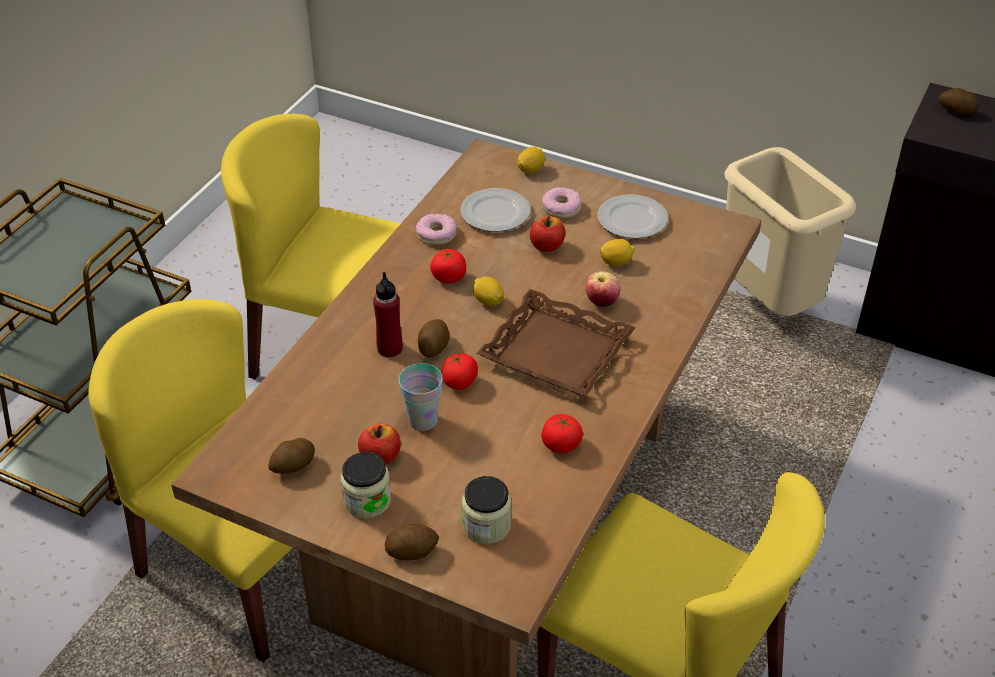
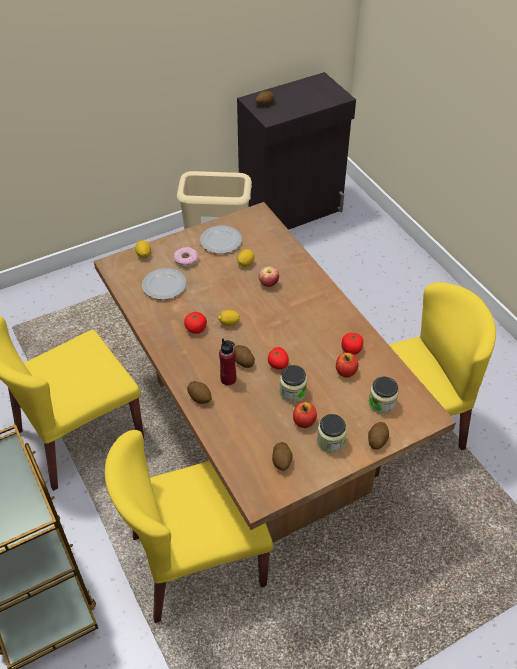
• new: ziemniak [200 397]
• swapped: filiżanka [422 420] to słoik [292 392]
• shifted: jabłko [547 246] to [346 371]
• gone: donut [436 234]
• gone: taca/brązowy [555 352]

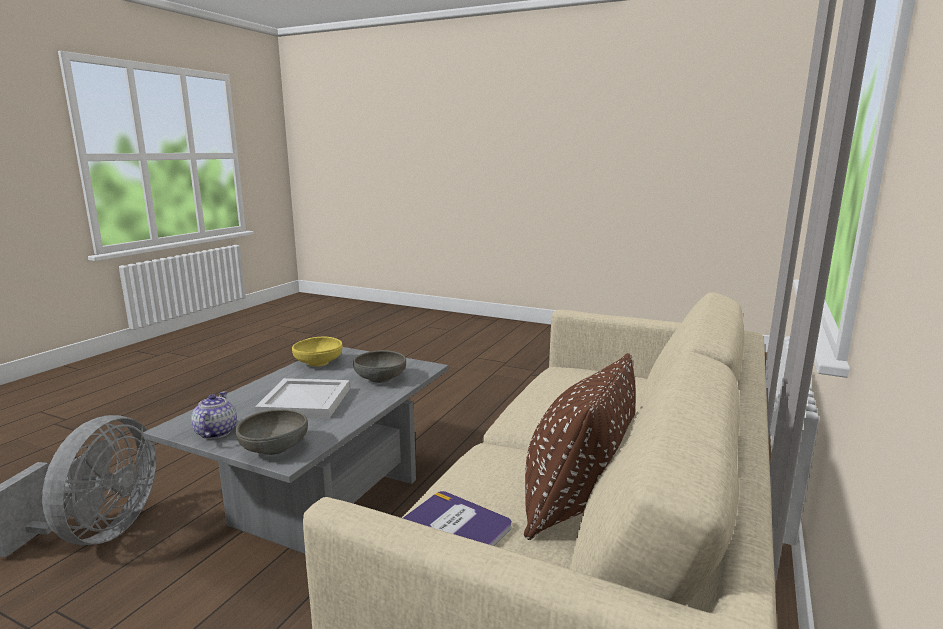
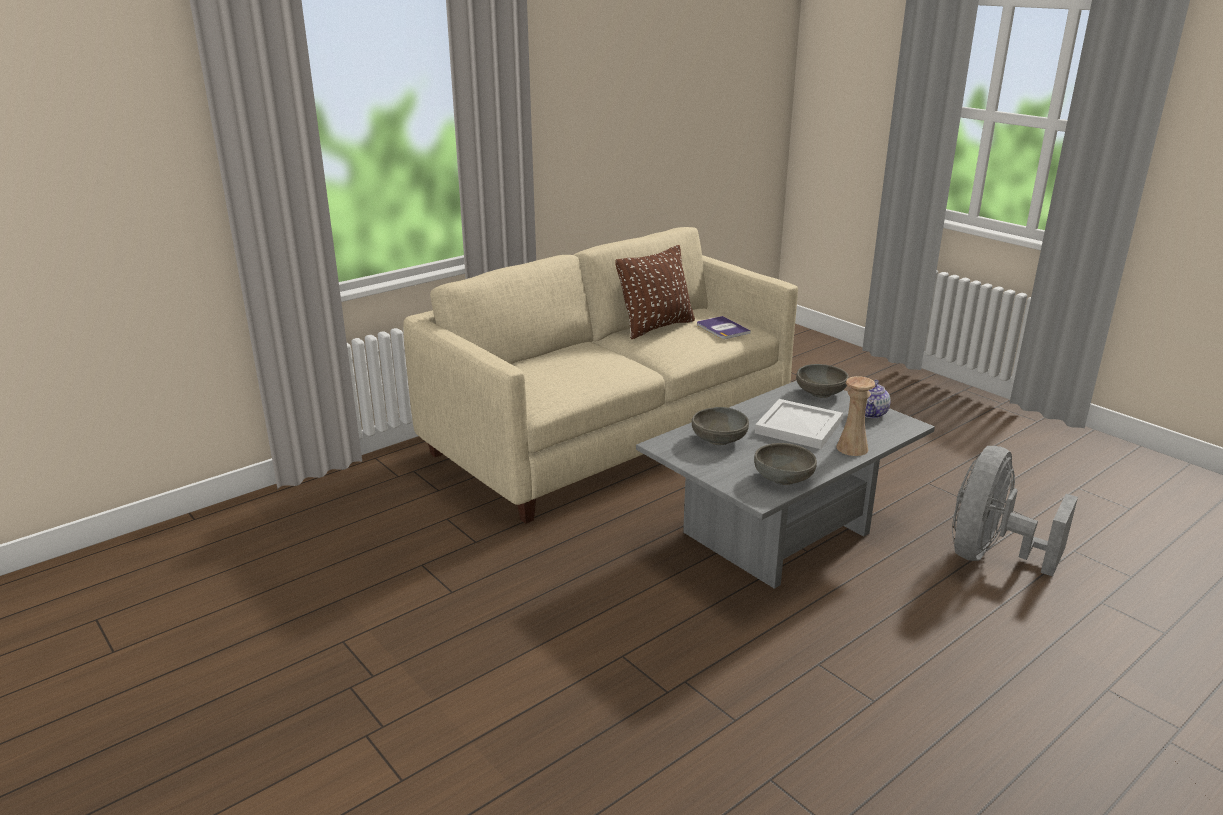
• repainted: miska/żółty [318 363] to miska/szary [783 478]
• new: wazon/beżowy [852 448]

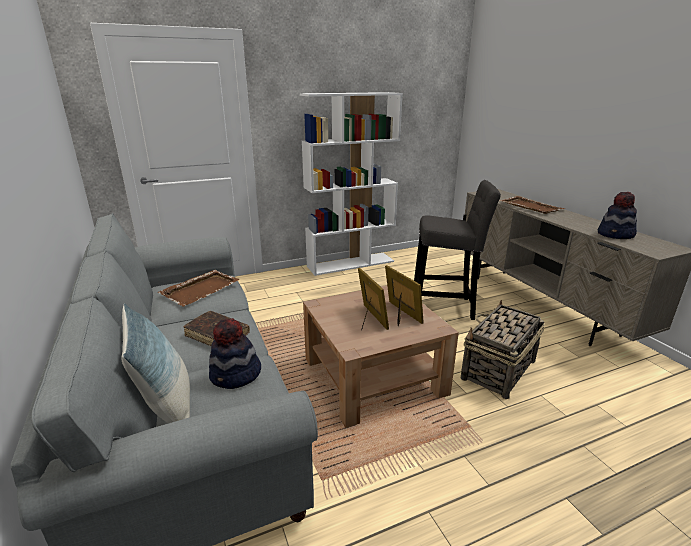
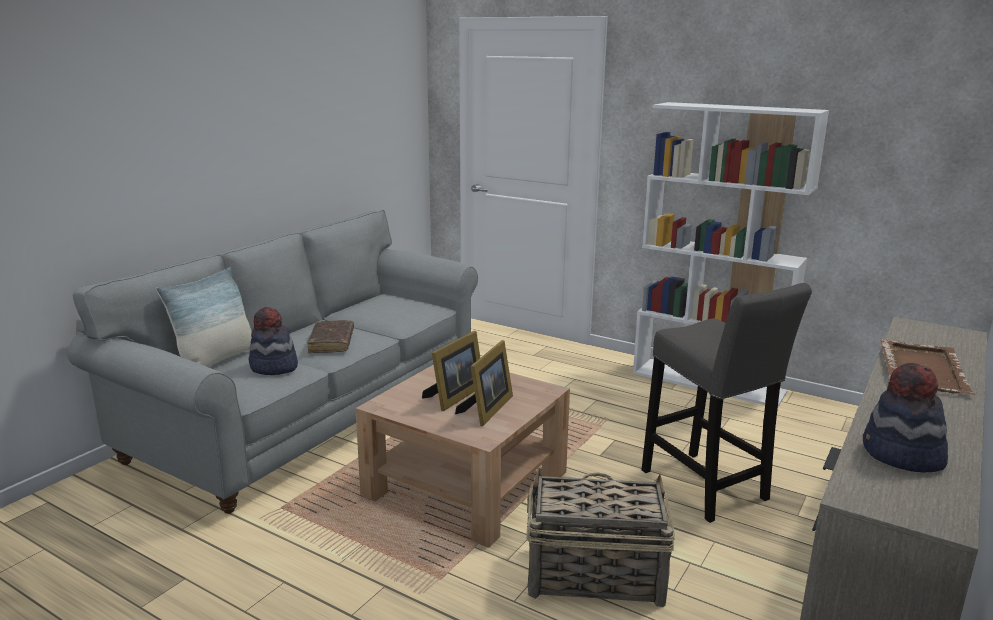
• gone: taca/brązowy [201 289]

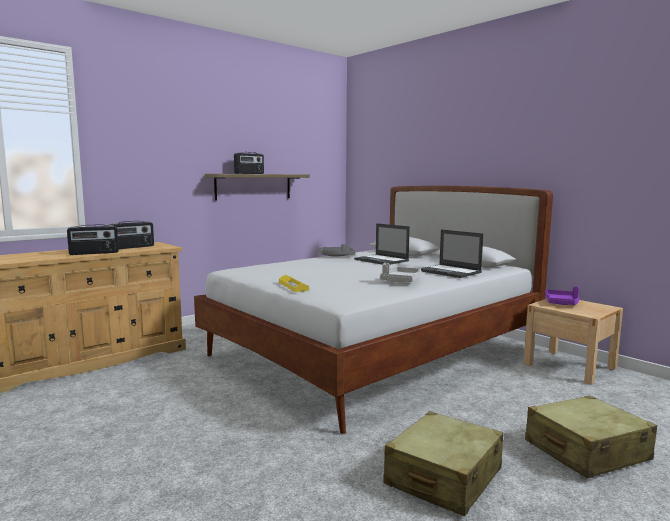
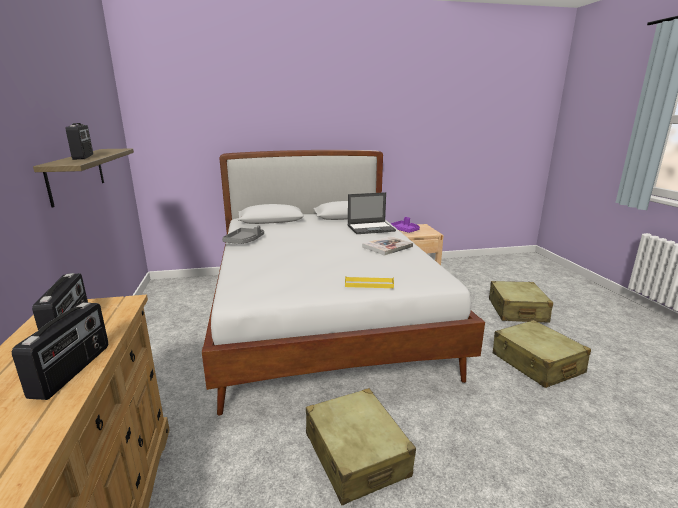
• new: walizka/beżowy [356 455]
• swapped: taca/szary [400 281] to książka [387 247]
• gone: laptop [382 260]

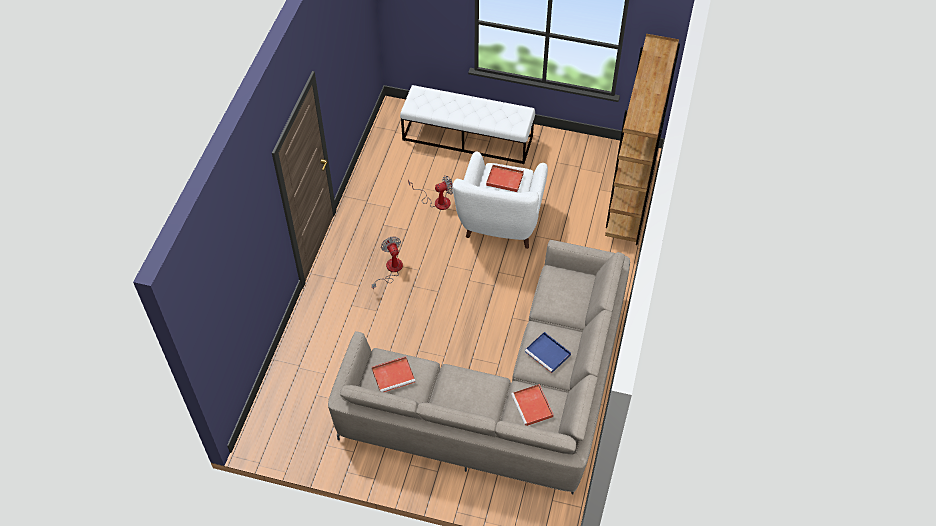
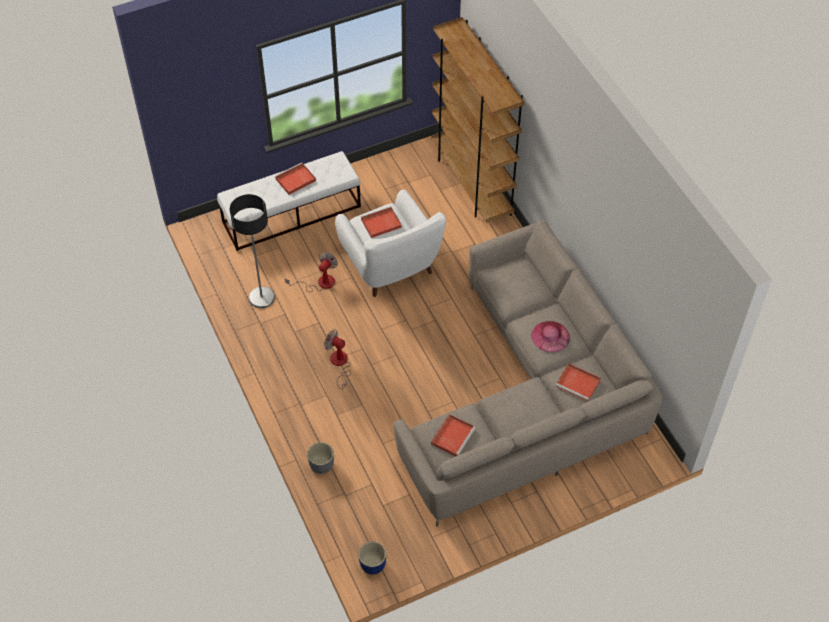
• new: lampa stojąca [262 297]
• new: taca/czerwony [295 180]
• new: donica/szary [321 465]
• new: donica/niebieski [372 564]
• swapped: taca/niebieski [548 354] to kapelusz/różowy [550 336]

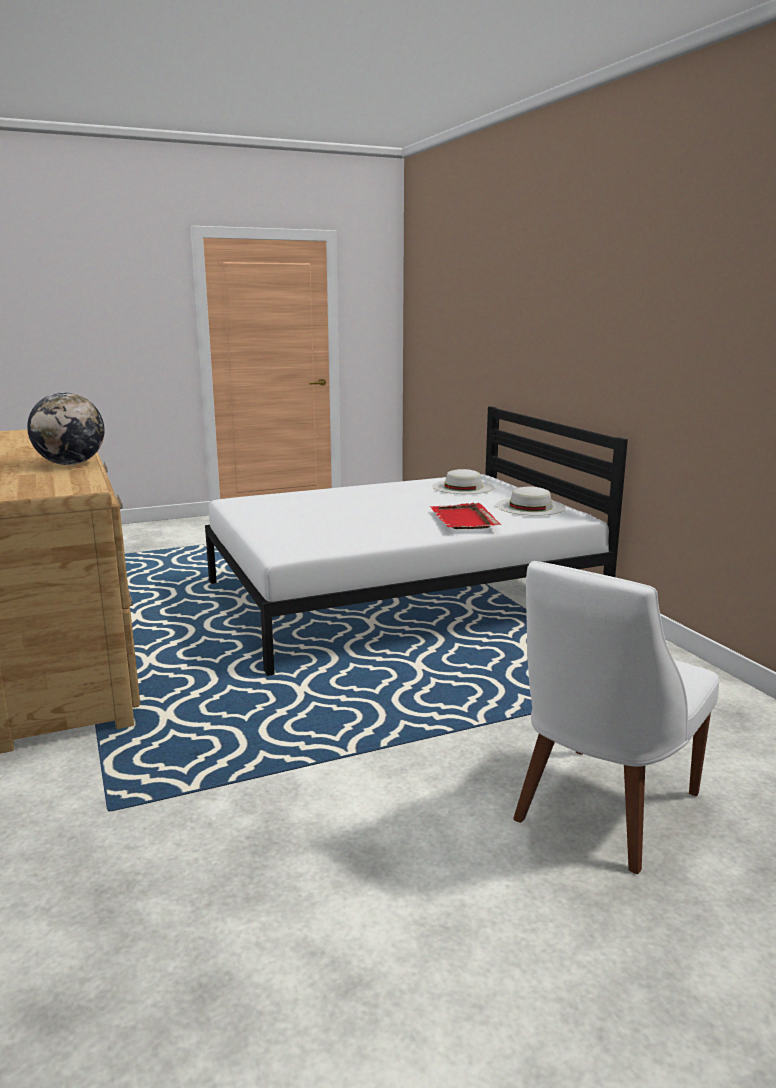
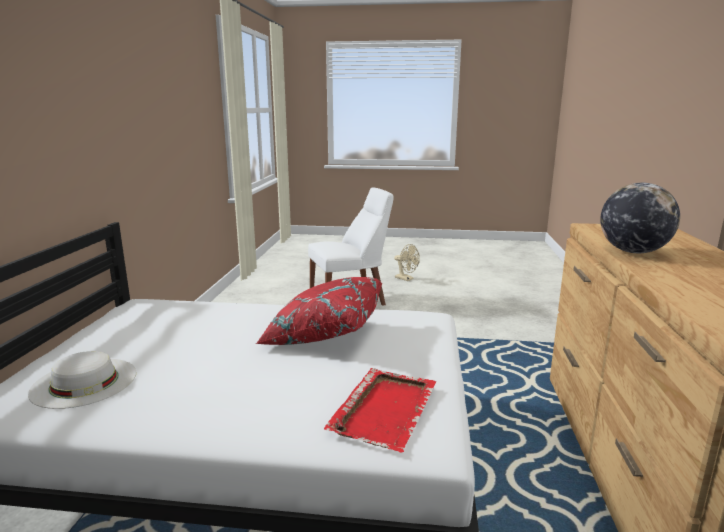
• new: poduszka/czerwony [323 334]
• shifted: taca/czerwony [464 519] to [385 409]
• new: wentylator/beżowy [406 279]
• gone: kapelusz/biały [530 506]

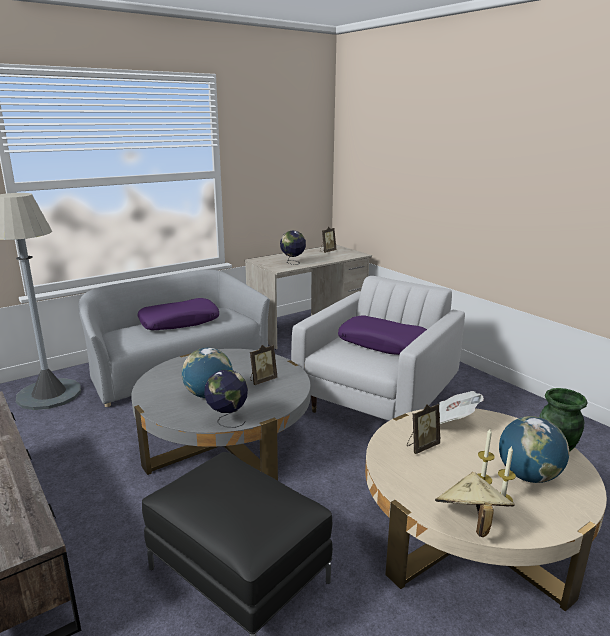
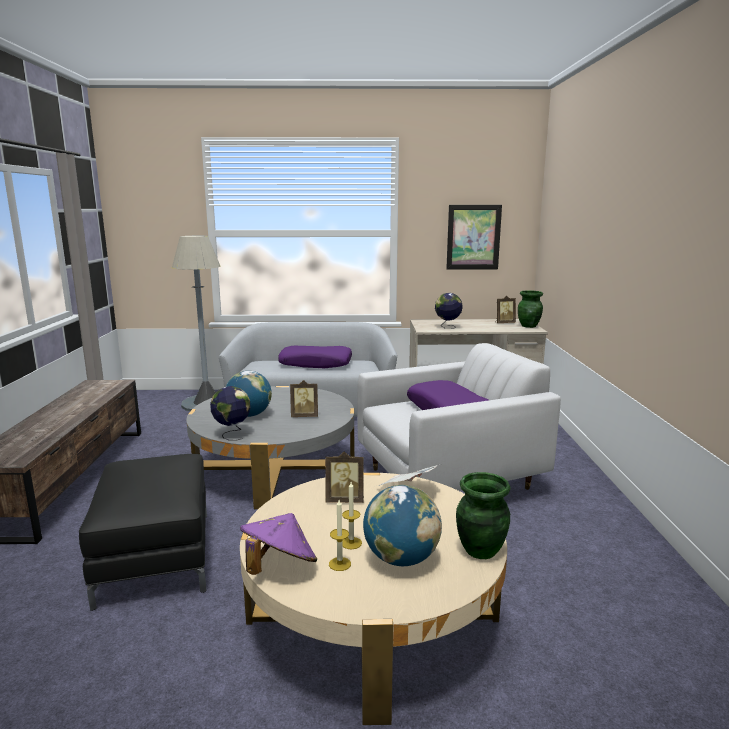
• repainted: kapelusz/beżowy [471 522] to kapelusz/fioletowy [279 566]
• new: obraz [473 237]
• new: wazon/zielony [529 326]

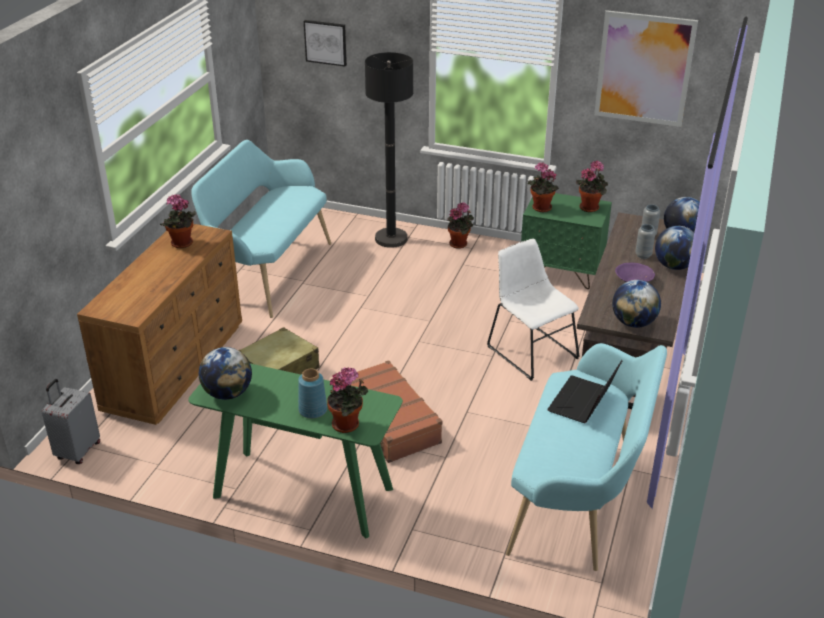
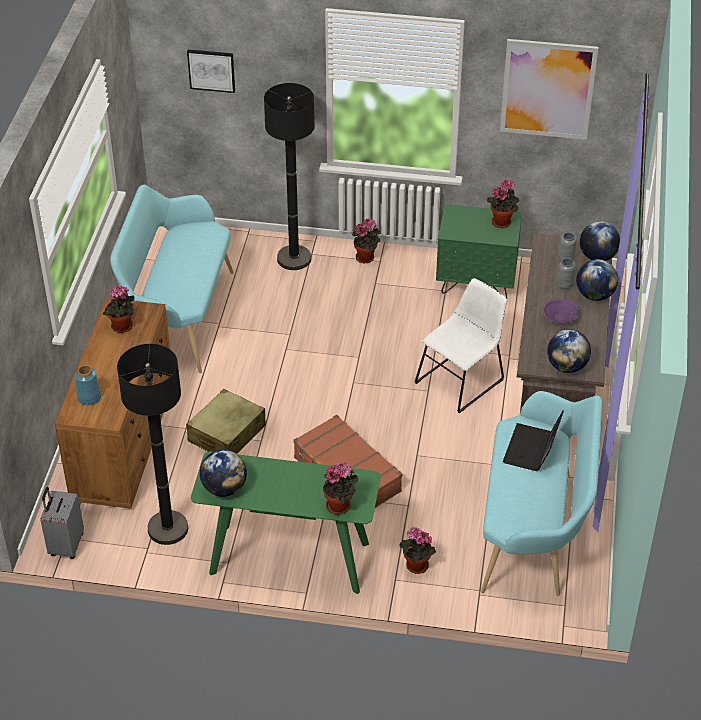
• shifted: wazon/niebieski [313 410] to [89 397]
• new: lampa stojąca/czarny [168 529]
• shifted: roślina doniczkowa [540 208] to [415 566]
• rotated: krzesło/biały [530 350] = [462 379] 90 degrees clockwise

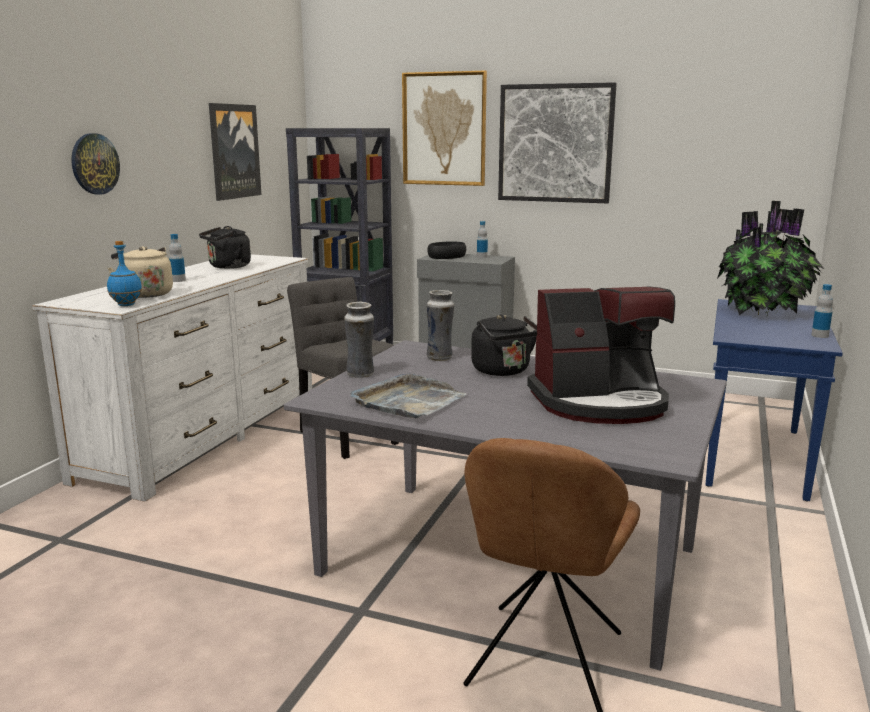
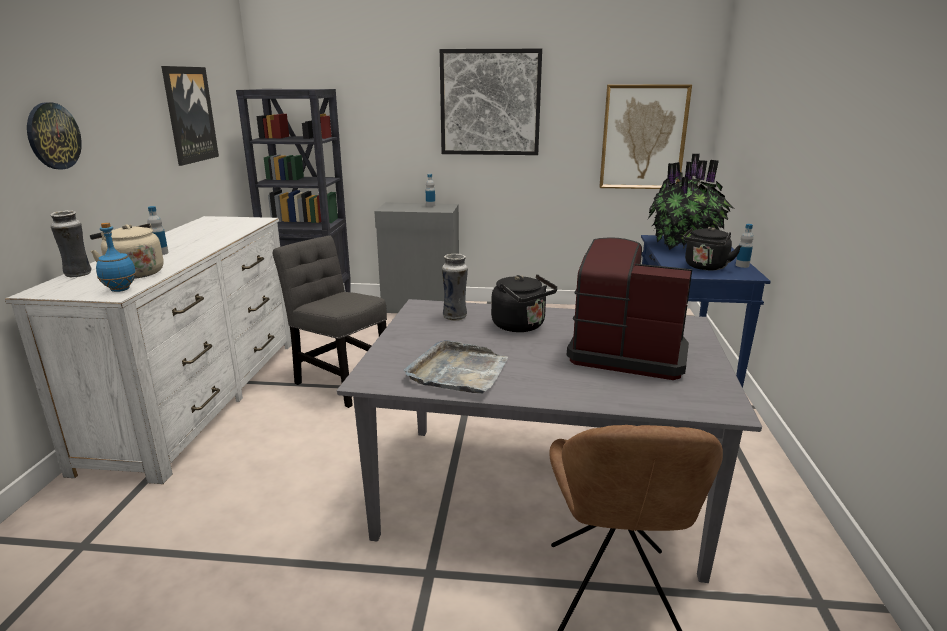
• shifted: wazon [360 375] to [78 274]
• rotated: ekspres do kawy [600 403] = [626 353] 135 degrees counterclockwise
• shifted: obraz [444 129] to [643 137]
• shifted: czajnik/czarny [227 267] to [705 267]
• gone: miska/czarny [447 256]

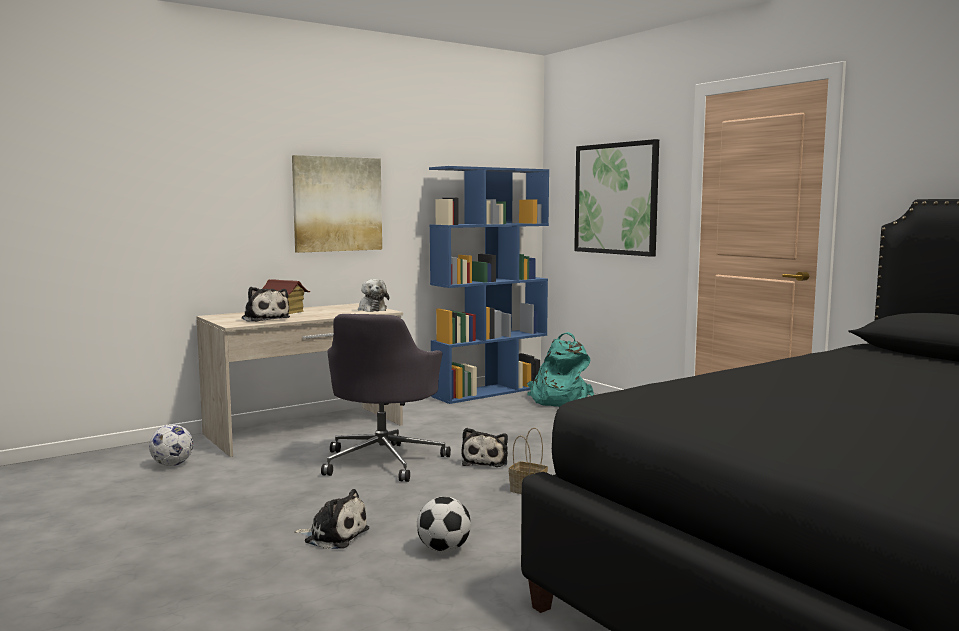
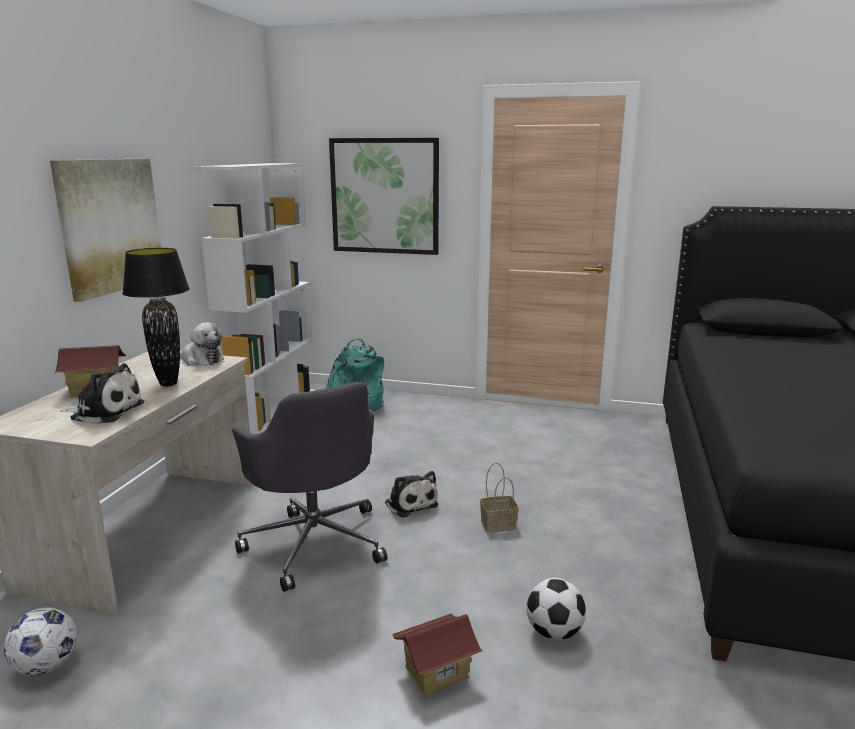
• new: lampa stołowa/czarny [169 384]
• repainted: regał/niebieski [490 391] to regał/biały [272 411]
• swapped: pluszak [334 535] to domek [436 672]

